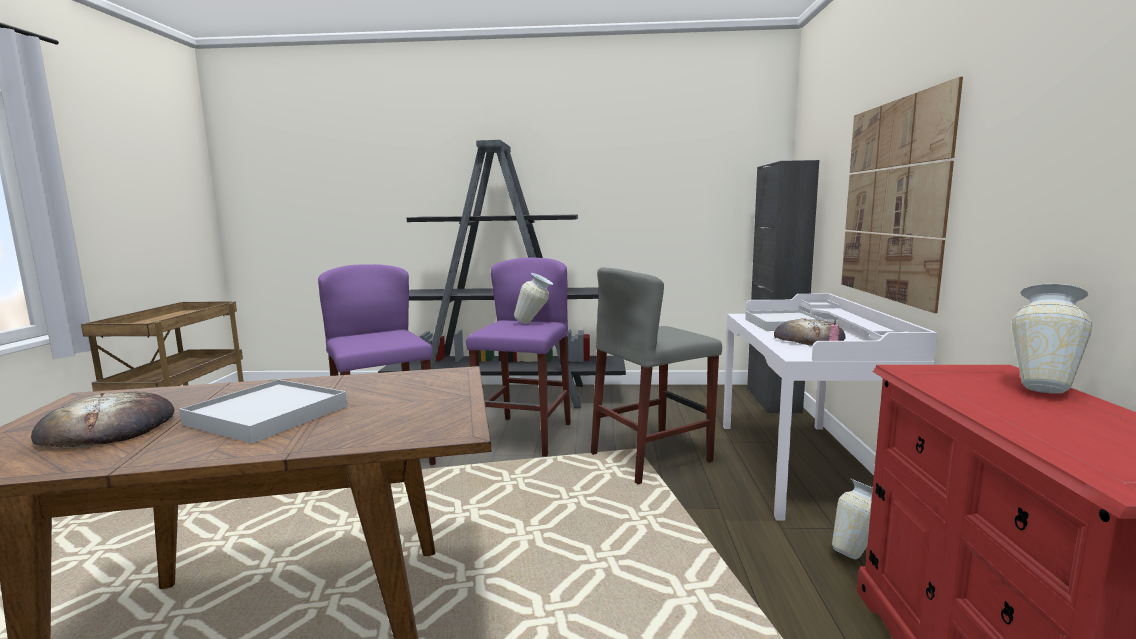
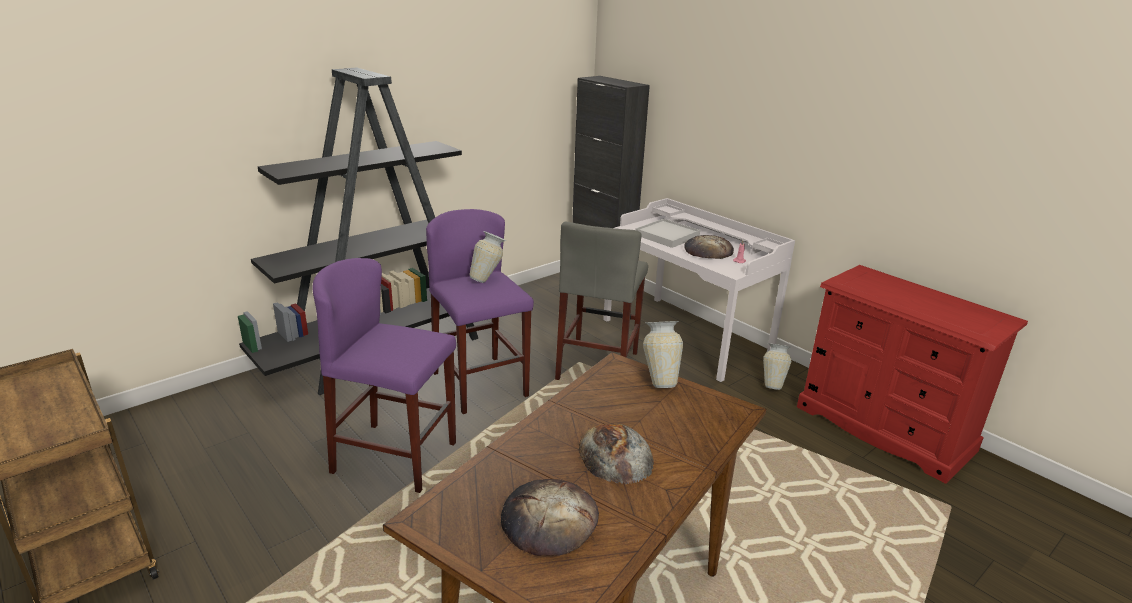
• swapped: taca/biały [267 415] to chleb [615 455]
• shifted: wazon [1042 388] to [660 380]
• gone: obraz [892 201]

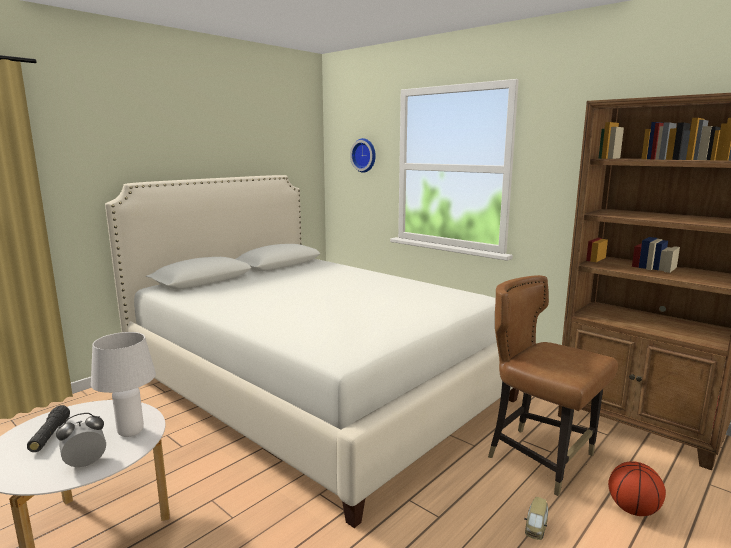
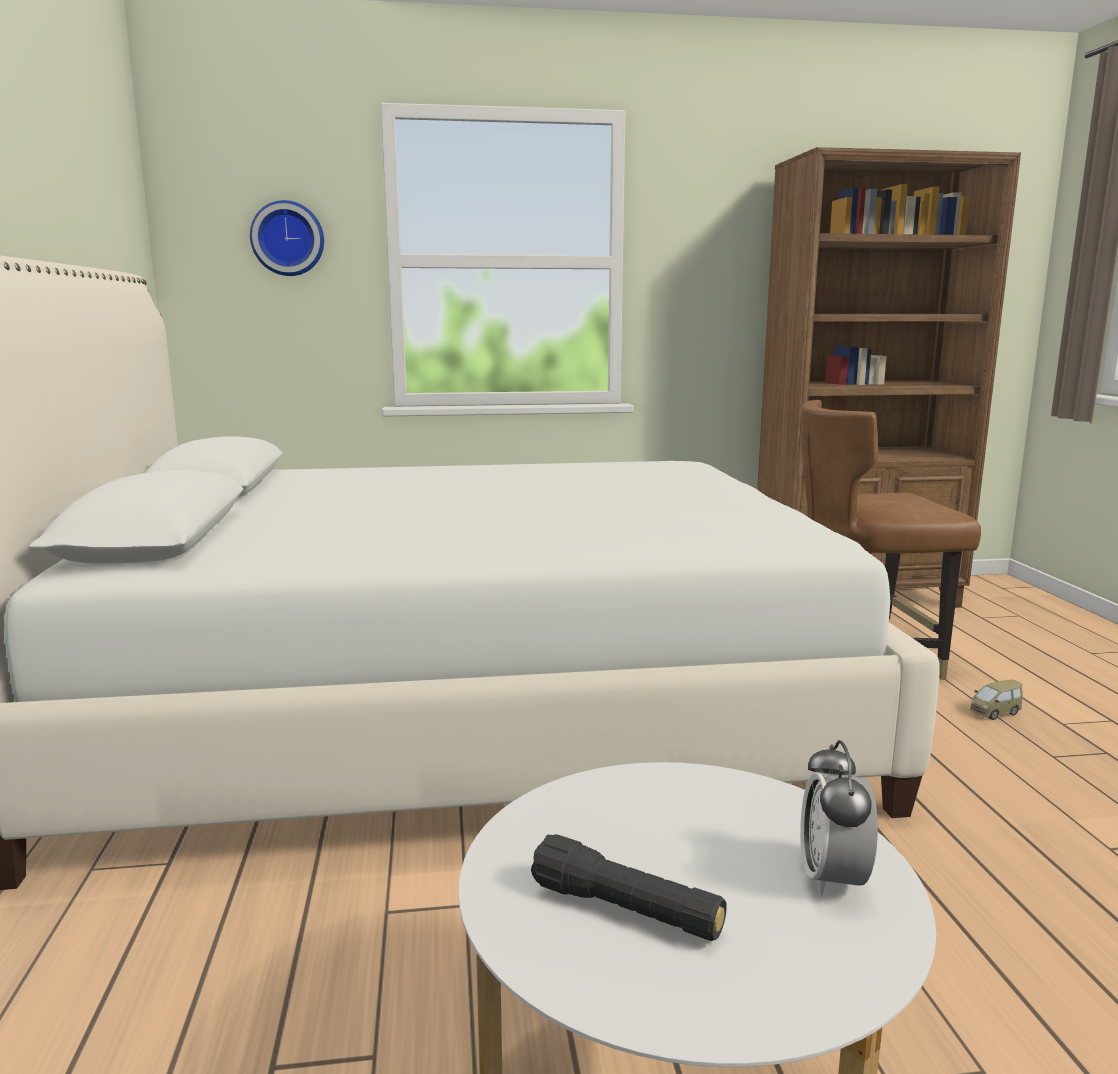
• rotated: samochodzik [536 528] = [994 712] 90 degrees clockwise
• gone: lampa stołowa/biały [130 432]
• gone: piłka do koszykówki [632 509]

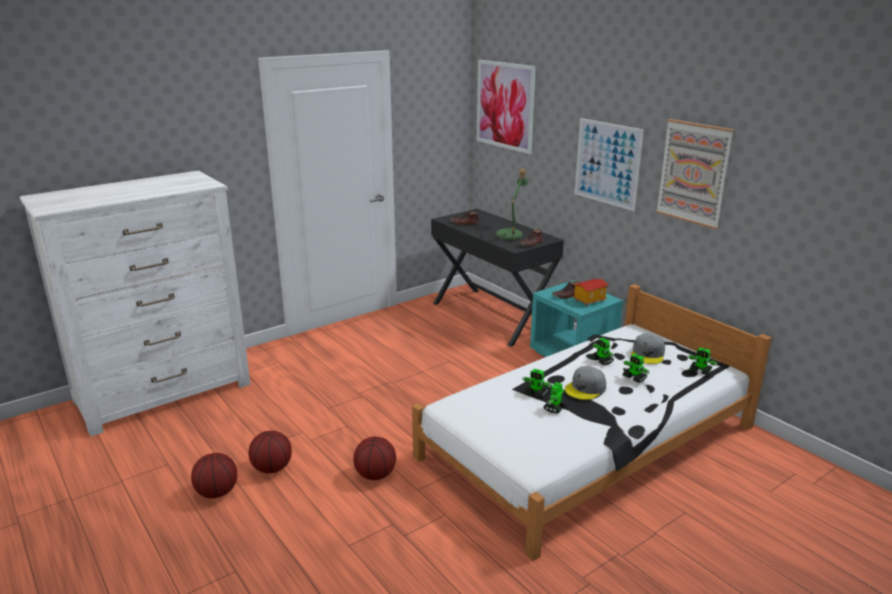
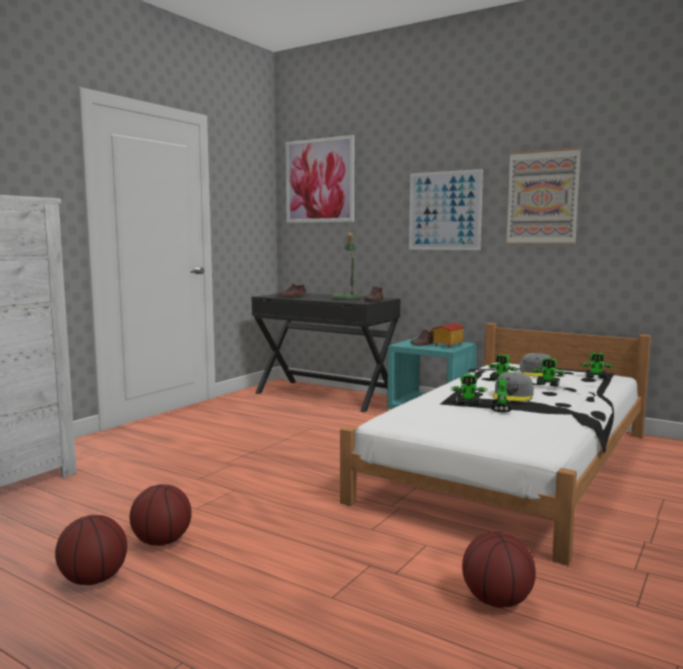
• shifted: piłka do koszykówki [376 475] to [497 601]

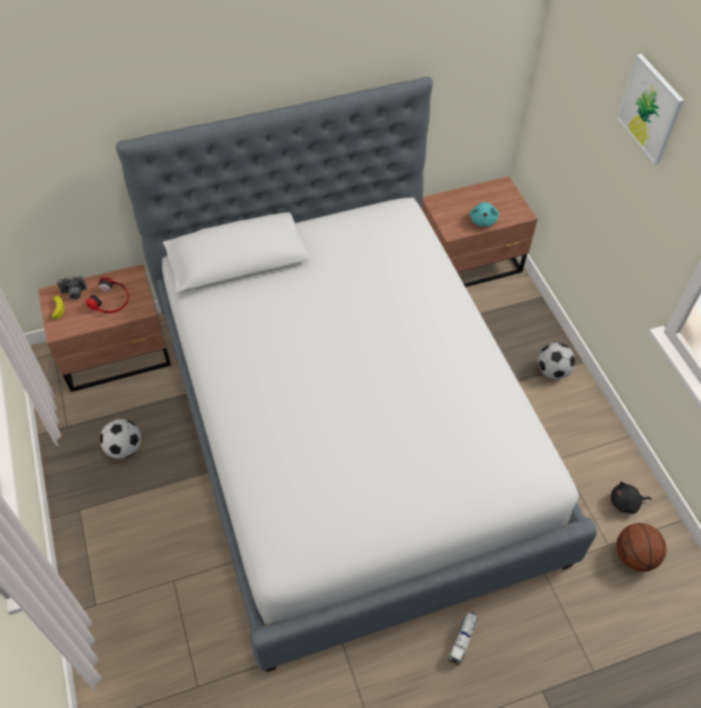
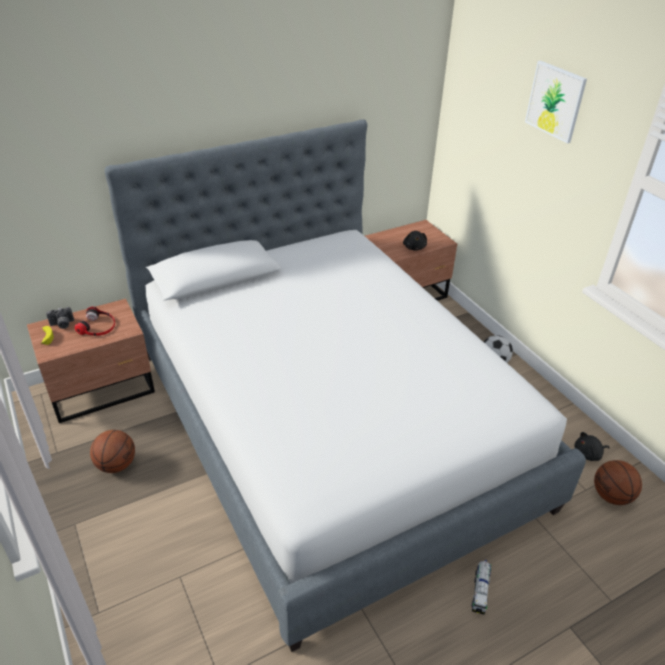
• swapped: piłka futbolowa [124 448] to piłka do koszykówki [116 464]
• repainted: pluszak/turkusowy [483 220] to pluszak/czarny [414 247]

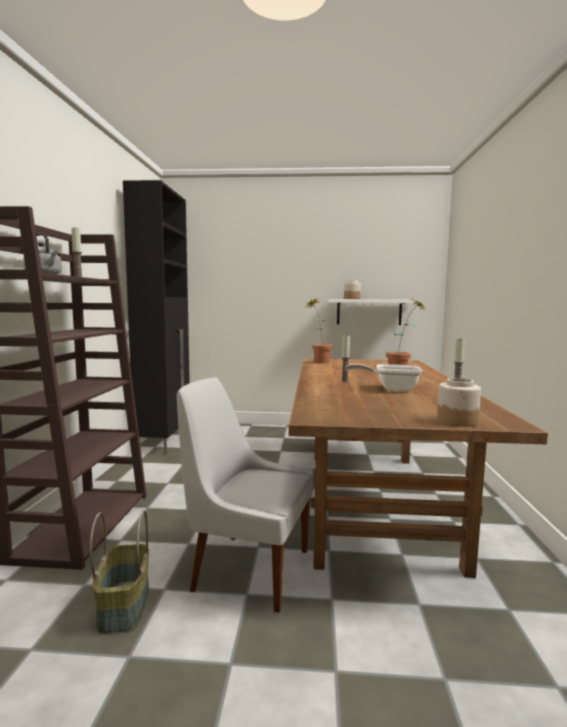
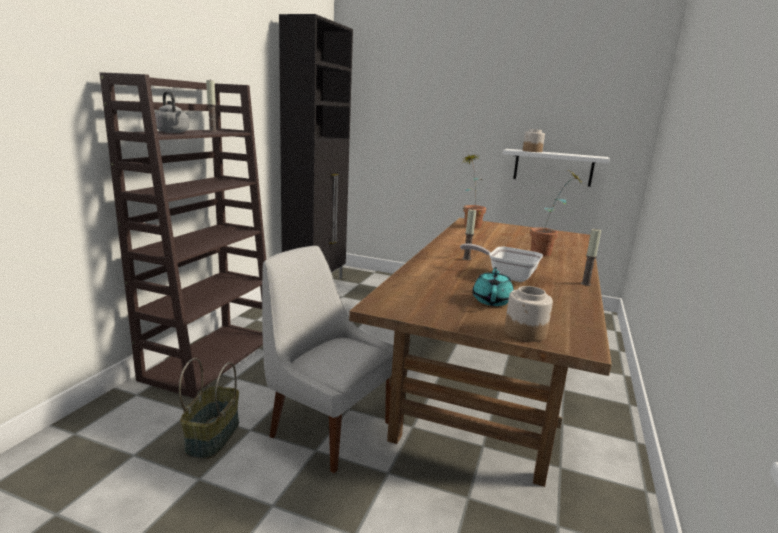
• new: imbryk/turkusowy [492 300]

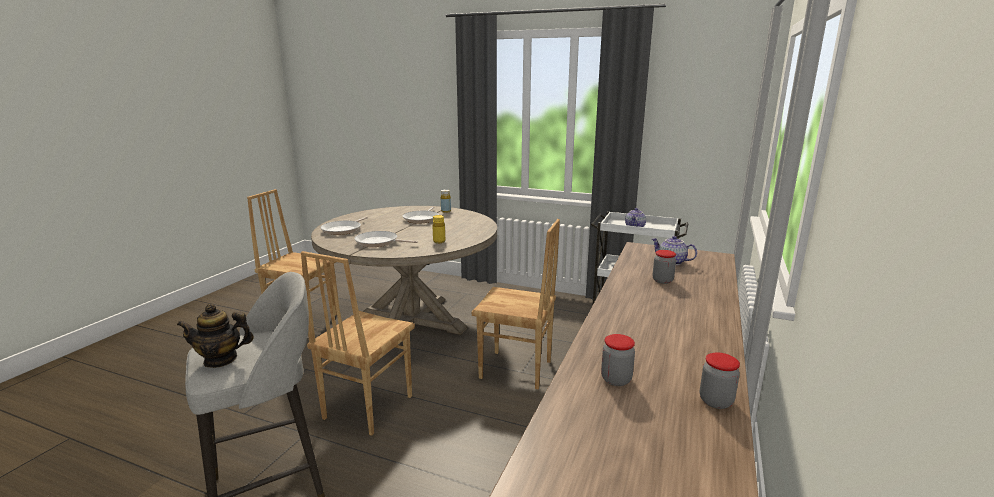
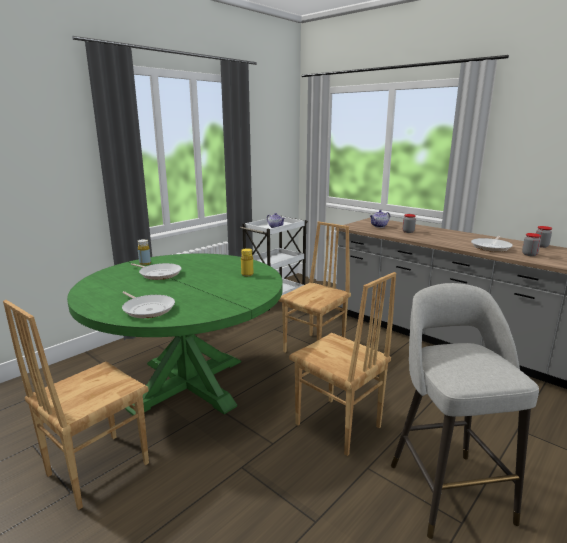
• repainted: stół jadalny/beżowy [412 321] to stół jadalny/zielony [188 383]
• shifted: patelnia [379 242] to [491 247]
• gone: imbryk [221 359]

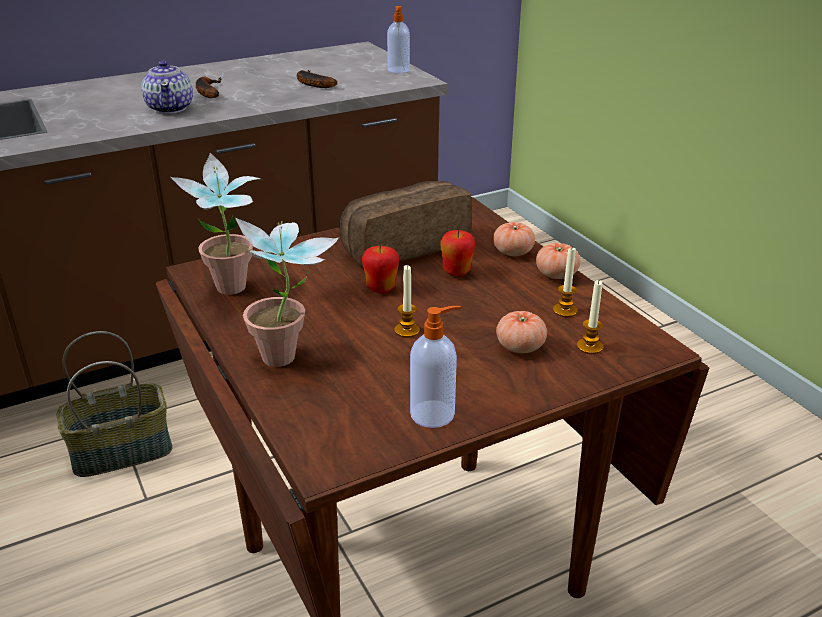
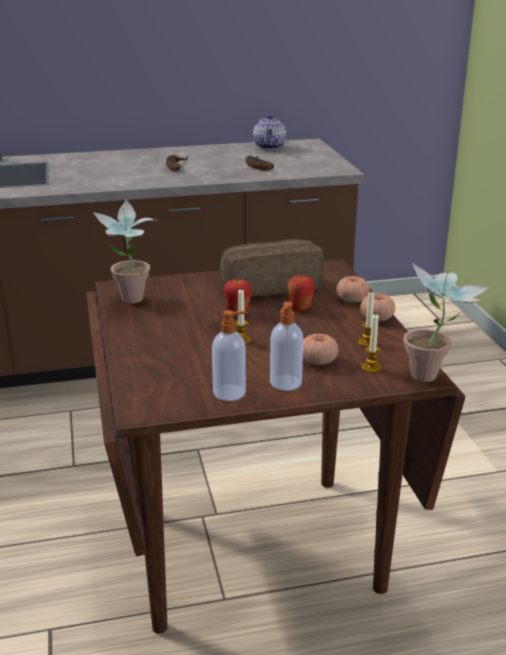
• shifted: imbryk [170 108] to [270 147]
• shifted: dozownik mydła [398 70] to [285 383]
• shifted: roślina doniczkowa [290 359] to [433 378]
• gone: koszyk [123 451]

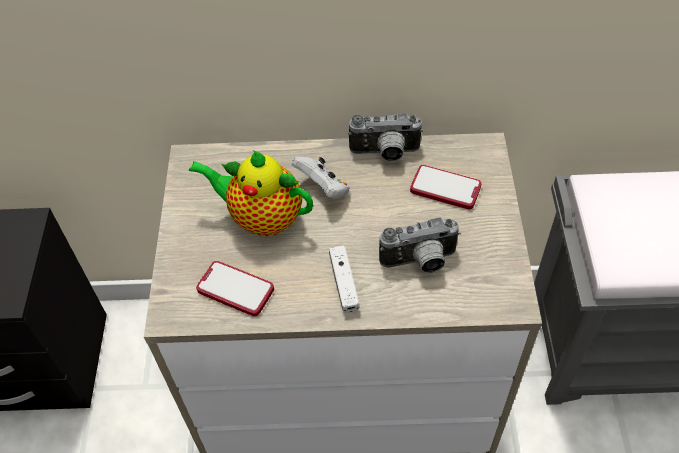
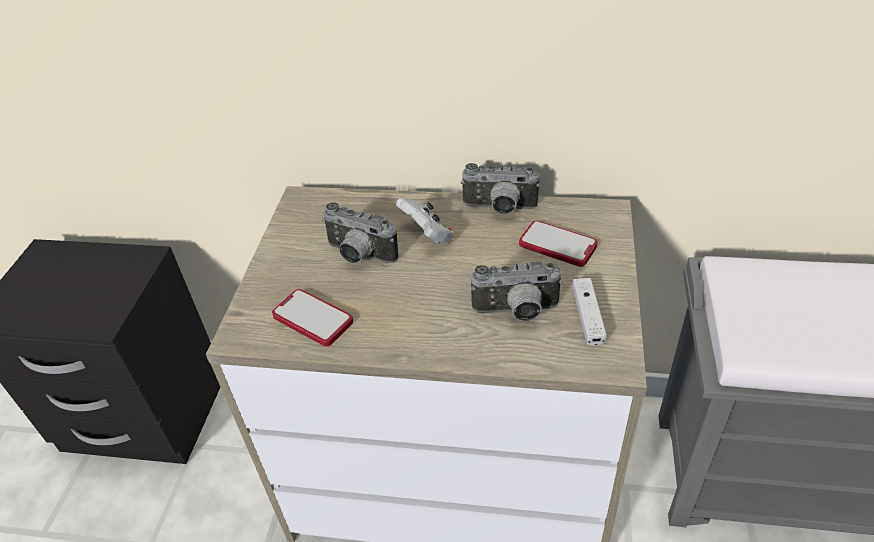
• swapped: imbryk [262 218] to aparat fotograficzny [358 256]
• shifted: pad do gier/biały [344 283] to [587 317]

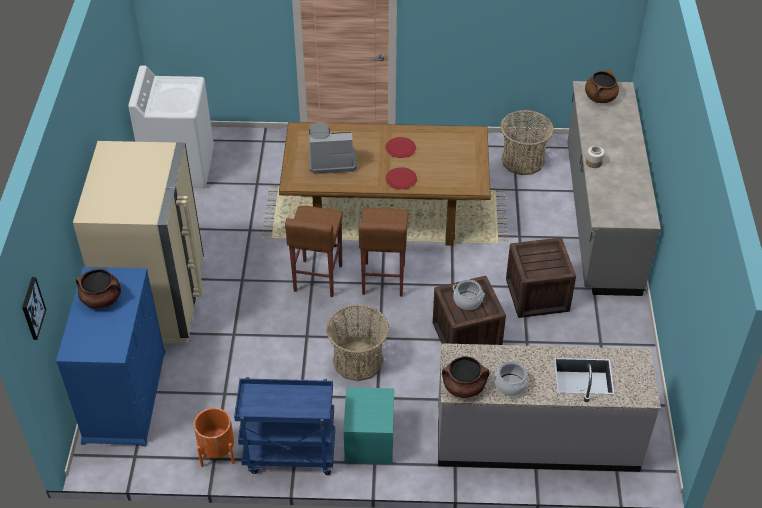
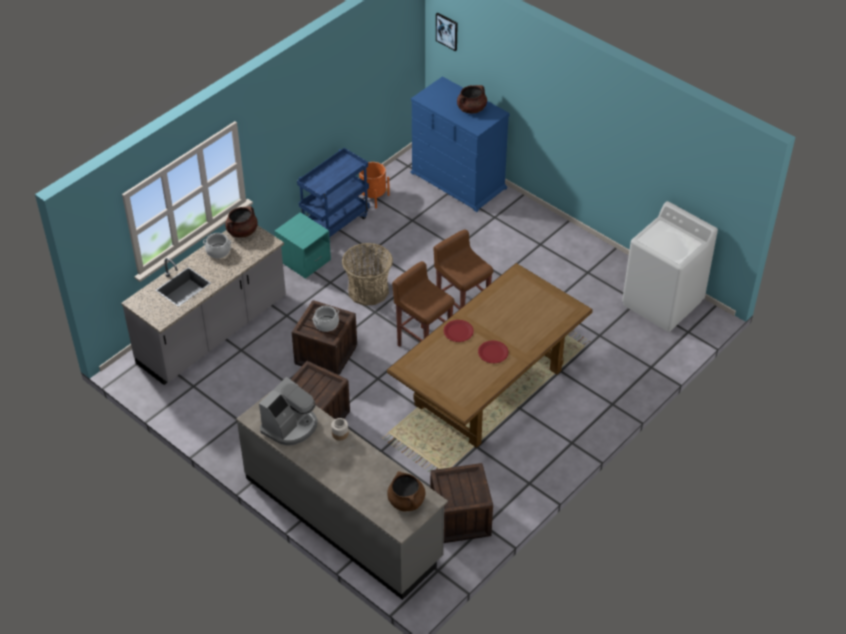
• shifted: ekspres do kawy [331 160] to [290 426]
• swapped: koszyk [523 160] to skrzynka [460 518]
• gone: lodówka/beżowy [157 301]

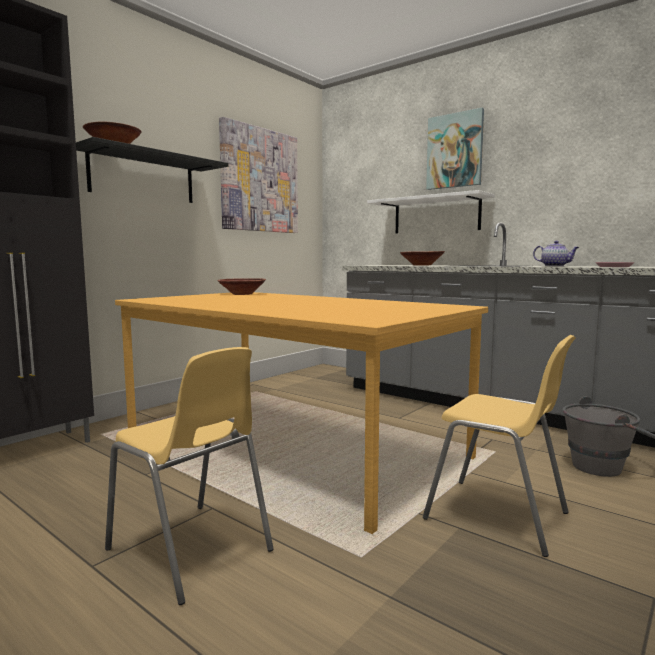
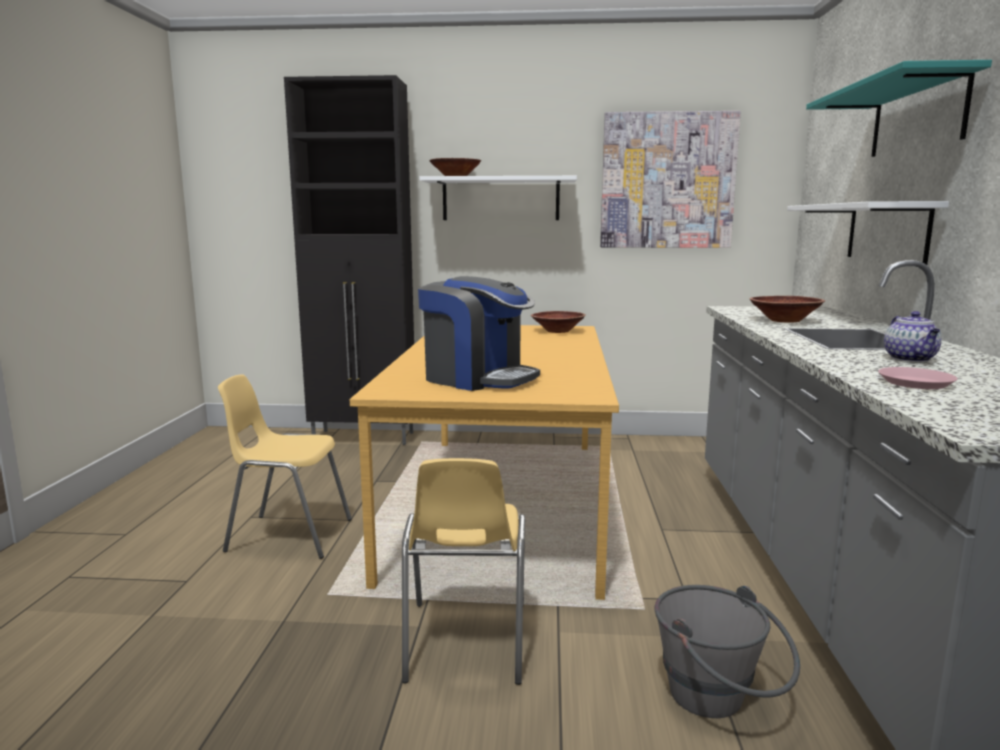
• rotated: krzesło/żółty [191 550] = [288 535] 90 degrees clockwise
• new: ekspres do kawy [478 378]
• repainted: półka/czarny [143 177] to półka/biały [500 199]
• swapped: obraz [455 151] to półka/turkusowy [917 117]

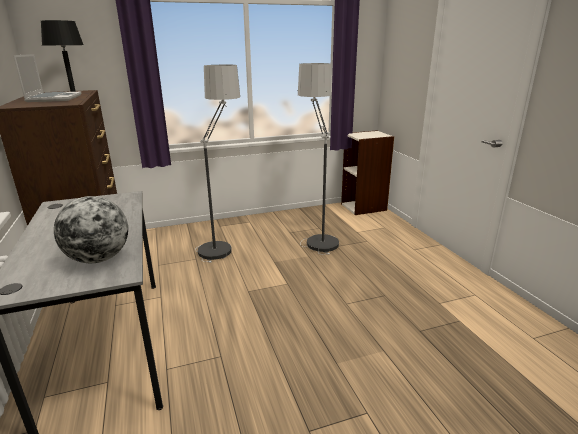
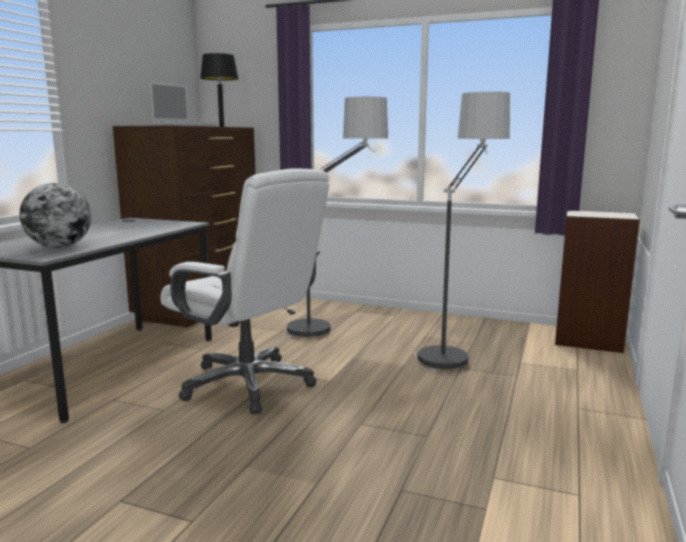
• new: krzesło biurowe/biały [249 384]

